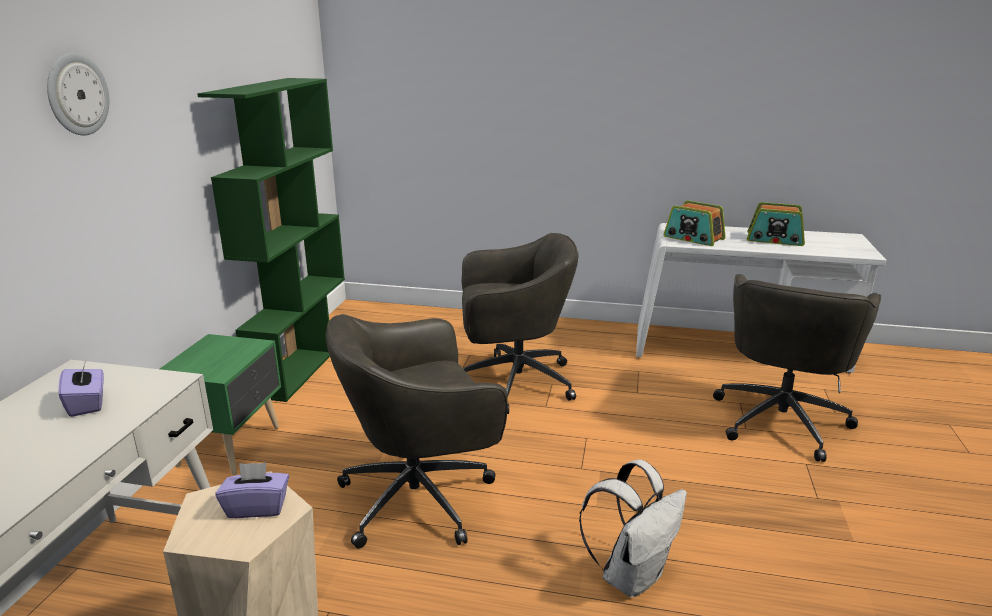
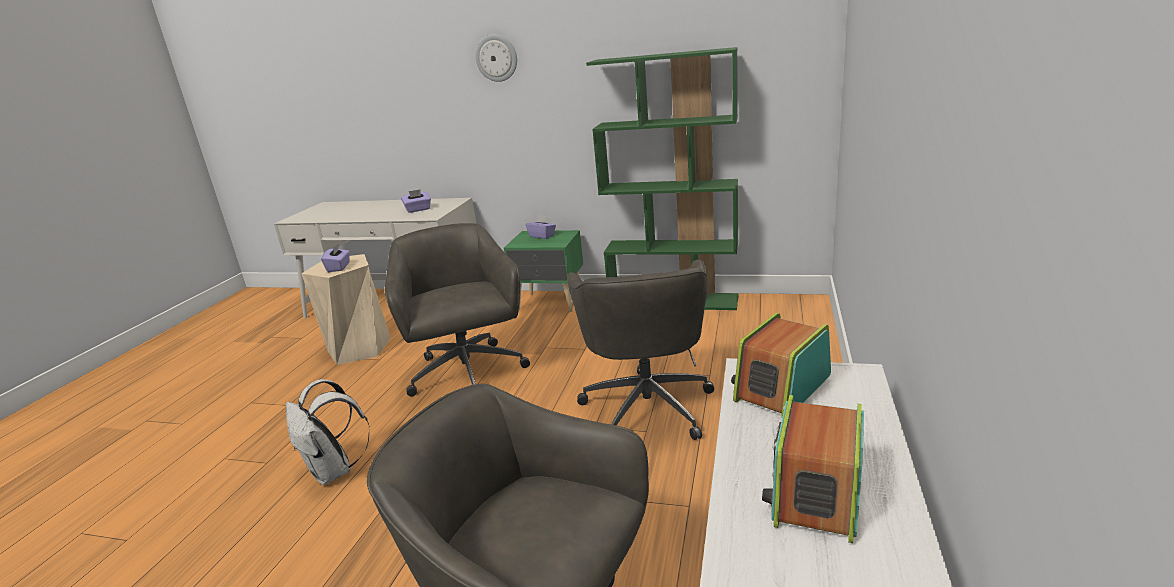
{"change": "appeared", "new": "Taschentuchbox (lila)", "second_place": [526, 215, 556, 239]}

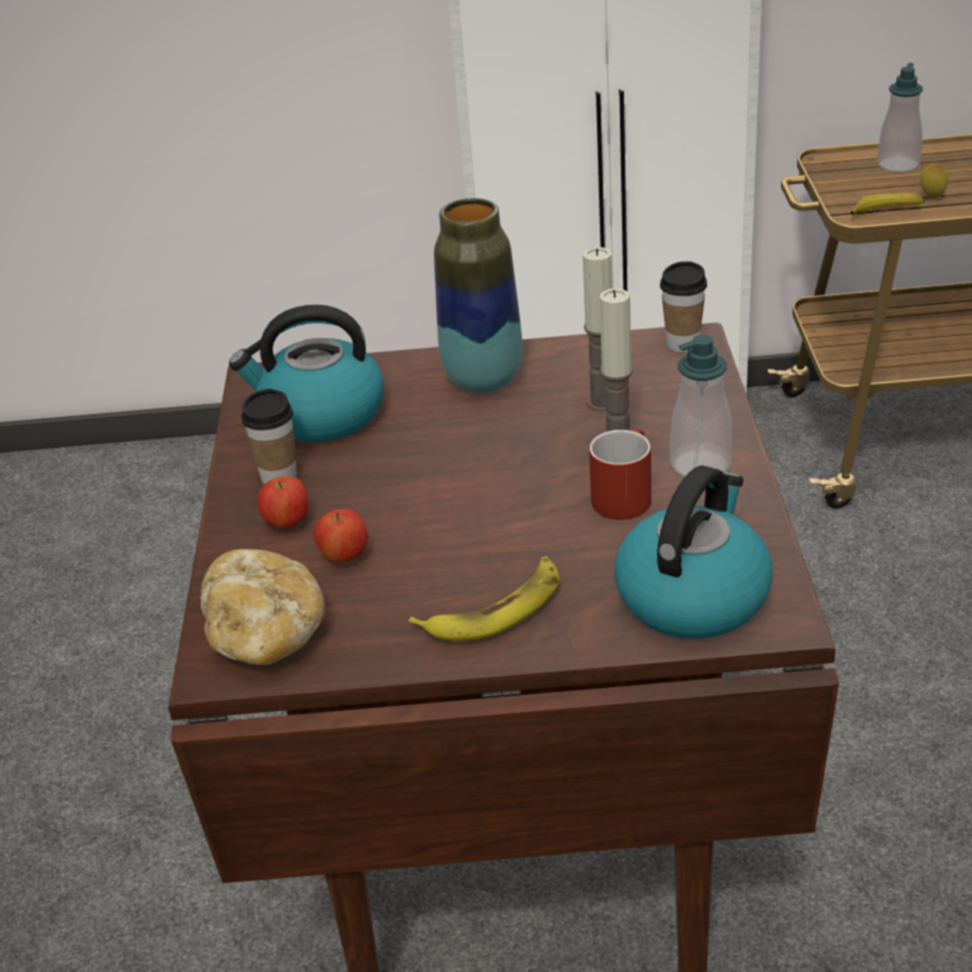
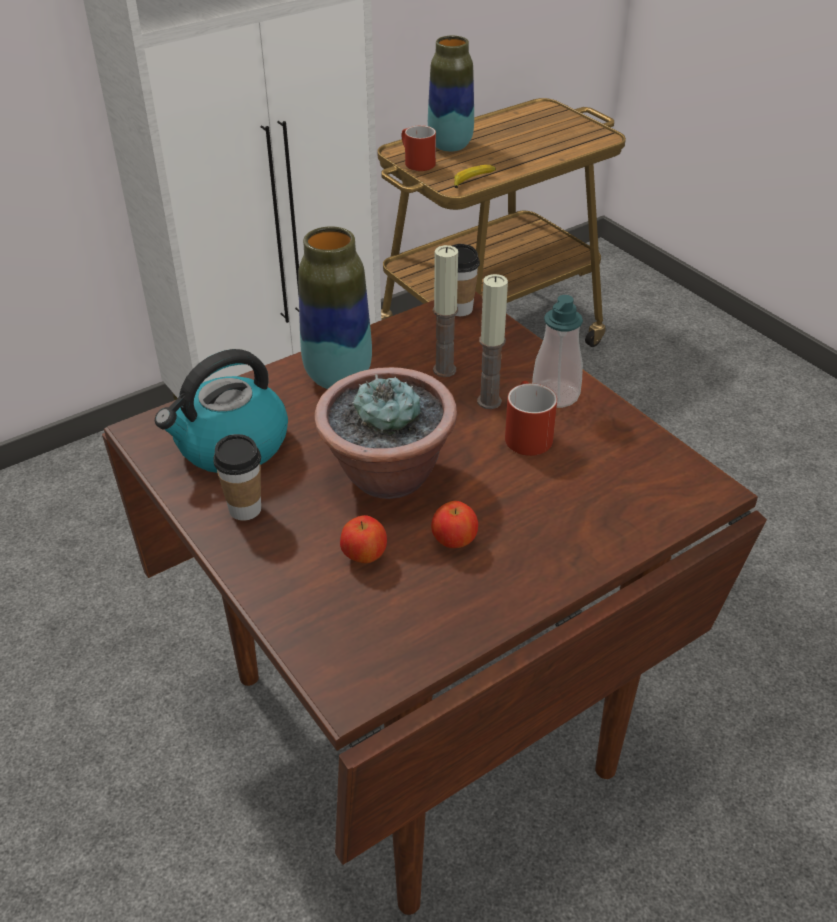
{"change": "missing", "old": "Brot", "first_place": [201, 549, 325, 665]}
{"change": "missing", "old": "Banane", "first_place": [409, 556, 560, 641]}
{"change": "missing", "old": "Wasserkessel", "first_place": [614, 466, 773, 639]}
{"change": "missing", "old": "Zitrone", "first_place": [920, 164, 949, 198]}
{"change": "appeared", "new": "Topfpflanze", "second_place": [314, 367, 457, 499]}
{"change": "appeared", "new": "Henkelbecher (rot)", "second_place": [402, 125, 436, 171]}
{"change": "relocated", "old": "Apfel", "first_place": [258, 476, 309, 529], "second_place": [431, 501, 478, 548]}
{"change": "exchanged", "old": "Seifenspender", "new": "Vase", "first_place": [877, 63, 923, 172], "second_place": [428, 36, 474, 152]}

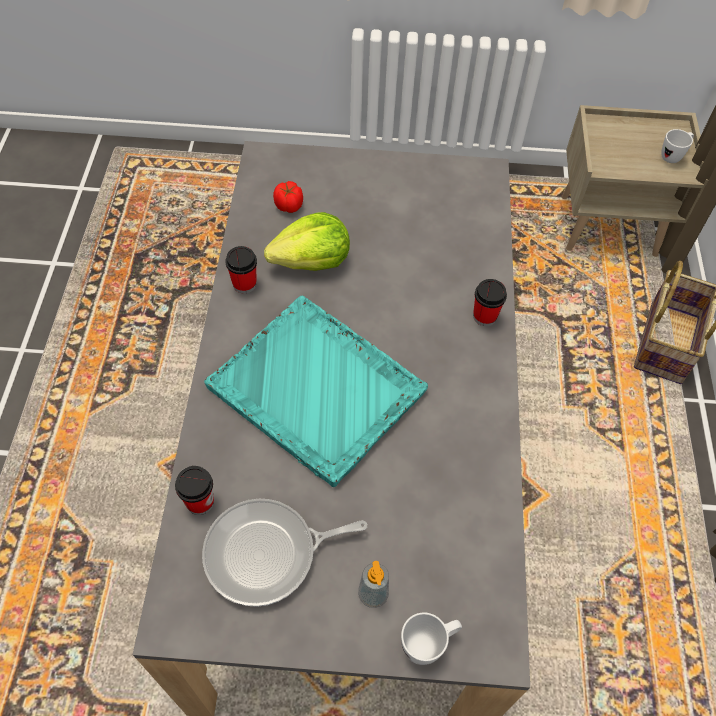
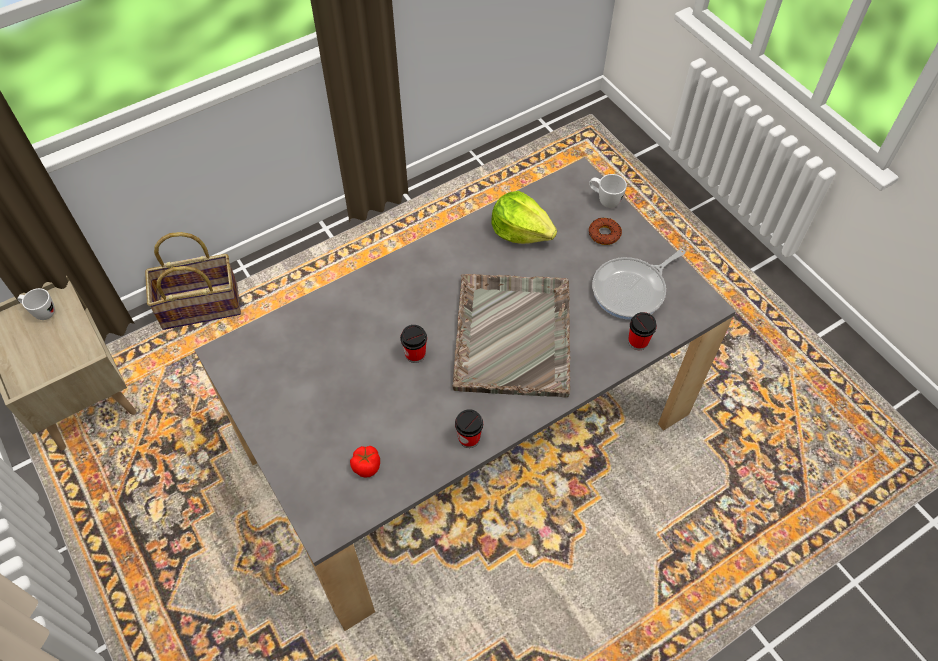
{"change": "relocated", "old": "Salatkopf", "first_place": [264, 212, 350, 271], "second_place": [492, 191, 557, 244]}
{"change": "relocated", "old": "Tasse", "first_place": [473, 279, 507, 326], "second_place": [400, 325, 427, 363]}
{"change": "exchanged", "old": "Seifenspender", "new": "Donut", "first_place": [358, 561, 389, 608], "second_place": [589, 217, 622, 245]}
{"change": "colour", "old": "Tablett (türkis)", "new": "Tablett (grau)", "first_place": [204, 296, 428, 487], "second_place": [452, 274, 570, 397]}
{"change": "spun", "old": "Pfanne", "first_place": [202, 499, 367, 607], "second_place": [592, 249, 686, 320], "degrees": 105}

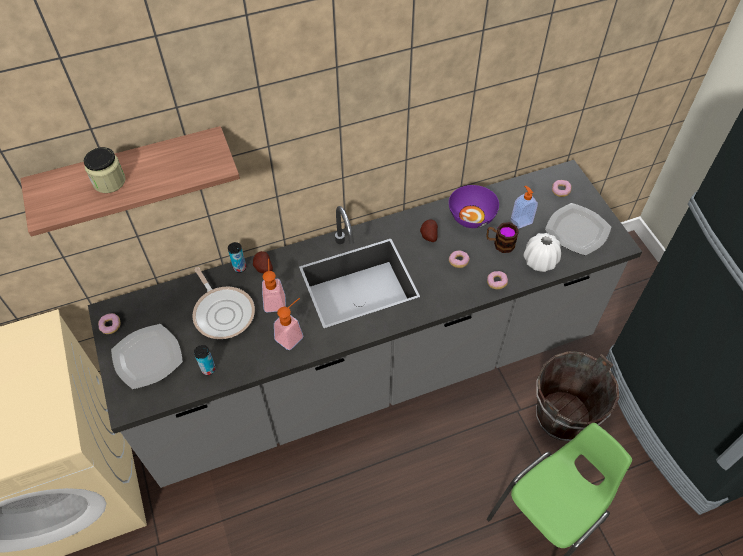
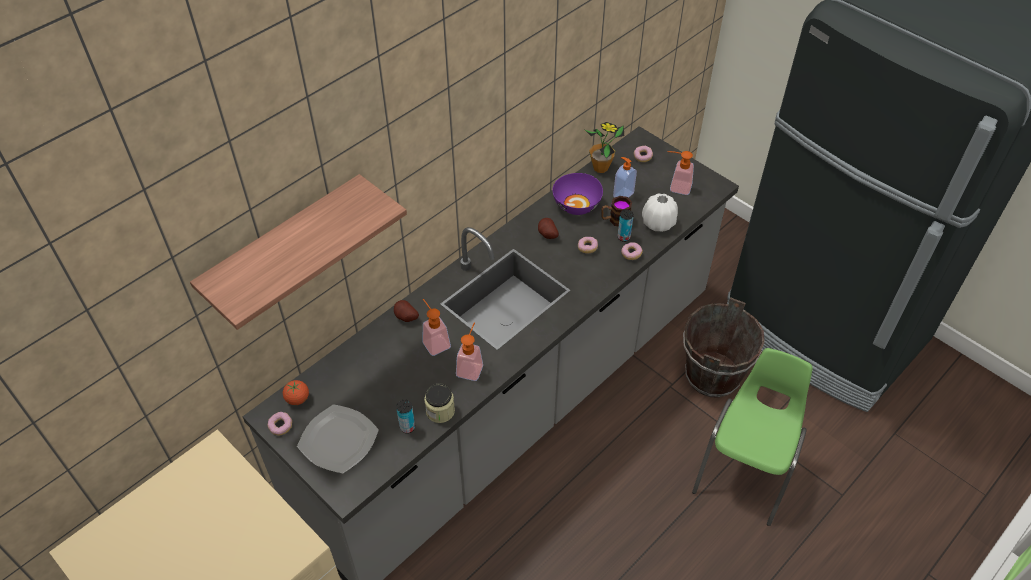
{"change": "missing", "old": "Pfanne", "first_place": [192, 267, 255, 339]}
{"change": "appeared", "new": "Tomate", "second_place": [283, 380, 309, 405]}
{"change": "appeared", "new": "Topfpflanze", "second_place": [585, 122, 624, 173]}
{"change": "relocated", "old": "Vorratsglas", "first_place": [84, 147, 126, 193], "second_place": [424, 383, 455, 423]}
{"change": "relocated", "old": "Dose", "first_place": [228, 242, 246, 273], "second_place": [617, 209, 634, 242]}
{"change": "exchanged", "old": "Teller", "new": "Seifenspender", "first_place": [545, 203, 611, 256], "second_place": [667, 151, 694, 195]}

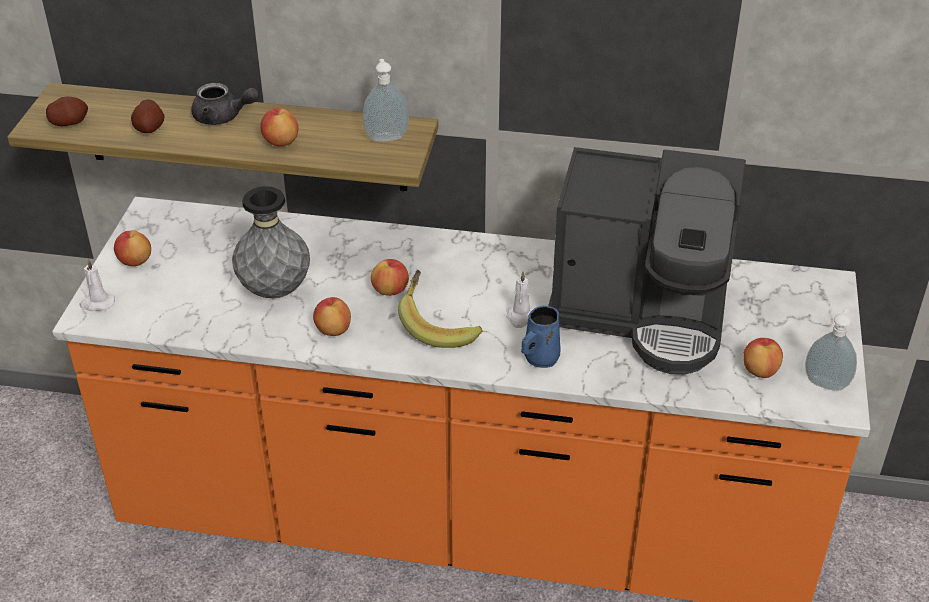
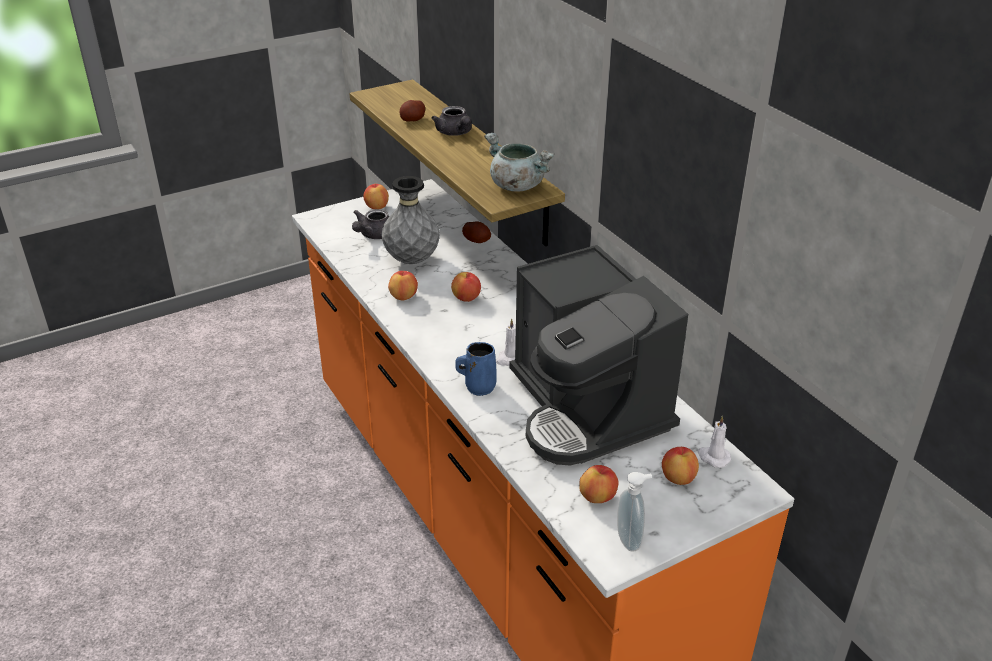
{"change": "missing", "old": "Banane", "first_place": [398, 270, 482, 348]}
{"change": "appeared", "new": "Teekanne (grau)", "second_place": [352, 209, 389, 239]}
{"change": "relocated", "old": "Kartoffel", "first_place": [46, 97, 88, 126], "second_place": [462, 221, 491, 243]}
{"change": "relocated", "old": "Kerze (weiß)", "first_place": [79, 259, 115, 311], "second_place": [698, 416, 731, 468]}
{"change": "relocated", "old": "Apfel", "first_place": [260, 108, 299, 146], "second_place": [662, 447, 699, 485]}
{"change": "exchanged", "old": "Seifenspender", "new": "Kochtopf (grau)", "first_place": [363, 59, 409, 142], "second_place": [484, 133, 554, 192]}

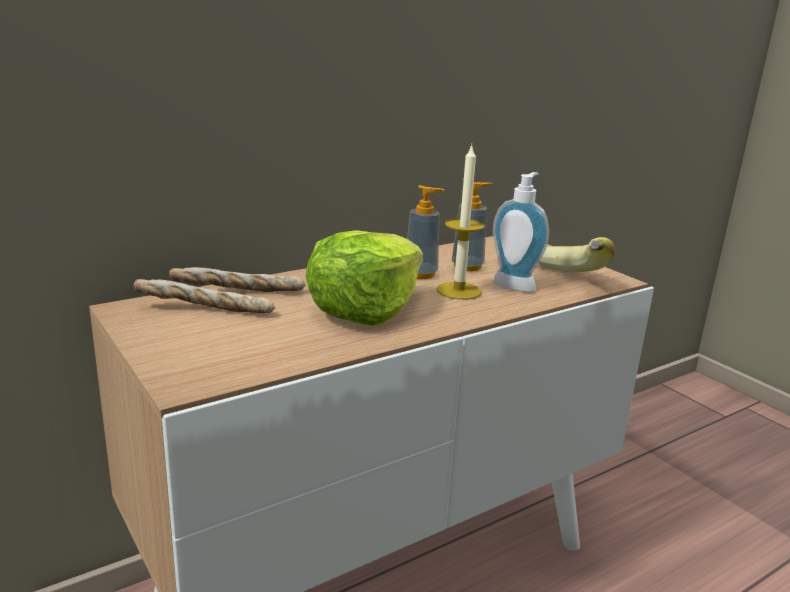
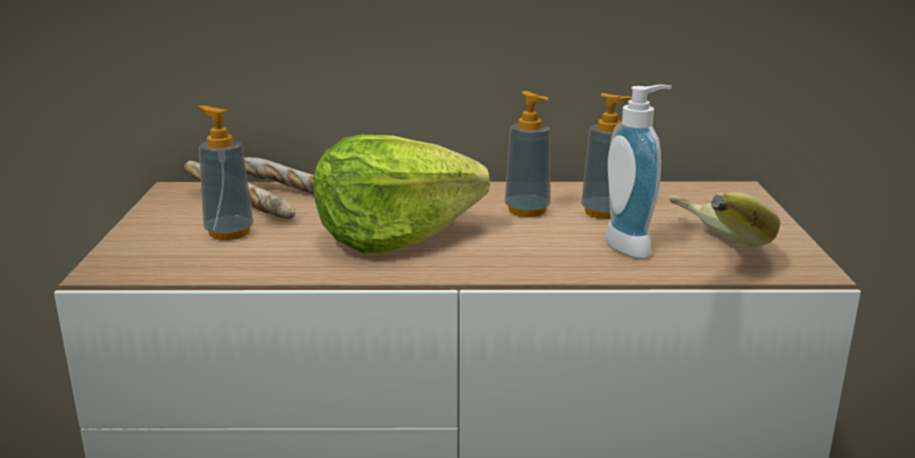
{"change": "missing", "old": "Kerze", "first_place": [436, 145, 485, 300]}
{"change": "appeared", "new": "Seifenspender", "second_place": [197, 106, 254, 240]}

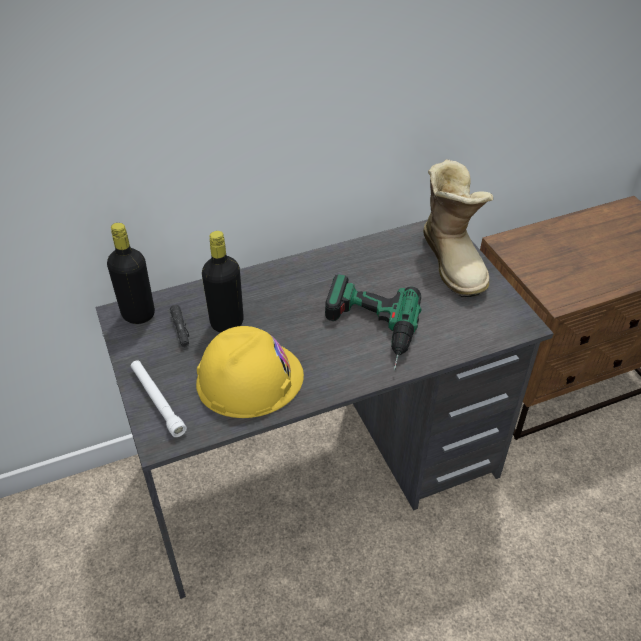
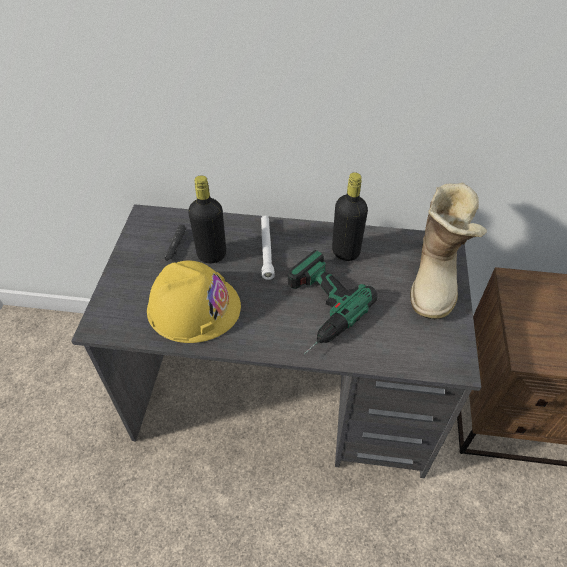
{"change": "relocated", "old": "Flasche (schwarz)", "first_place": [107, 223, 155, 324], "second_place": [332, 172, 368, 261]}
{"change": "relocated", "old": "Taschenlampe (weiß)", "first_place": [131, 360, 187, 437], "second_place": [261, 216, 275, 280]}

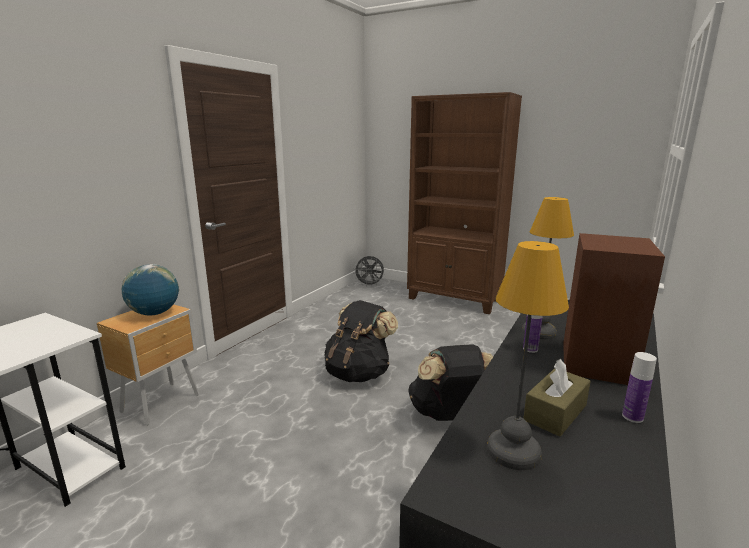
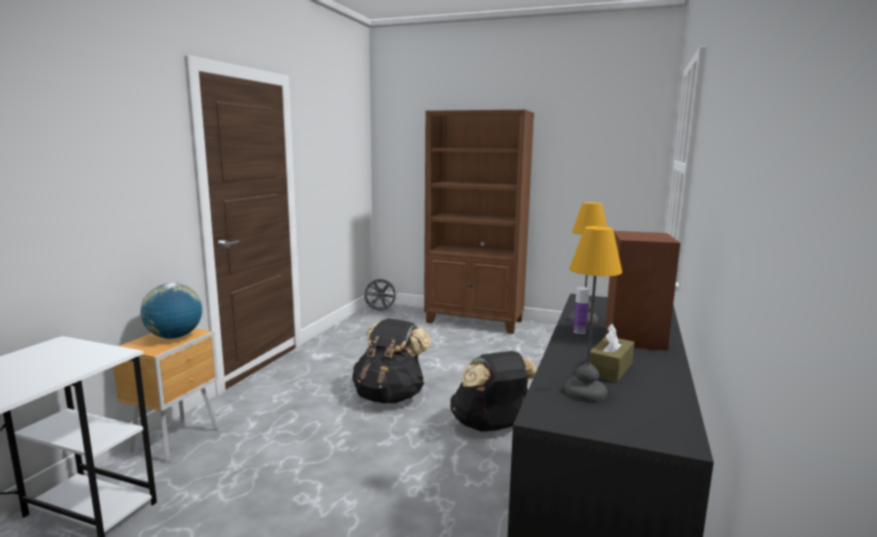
{"change": "missing", "old": "Flasche", "first_place": [622, 352, 657, 423]}

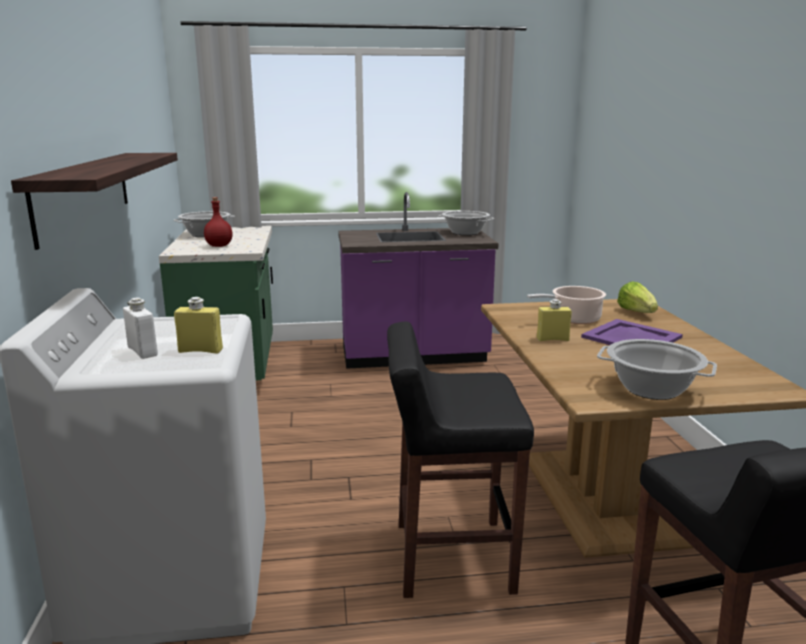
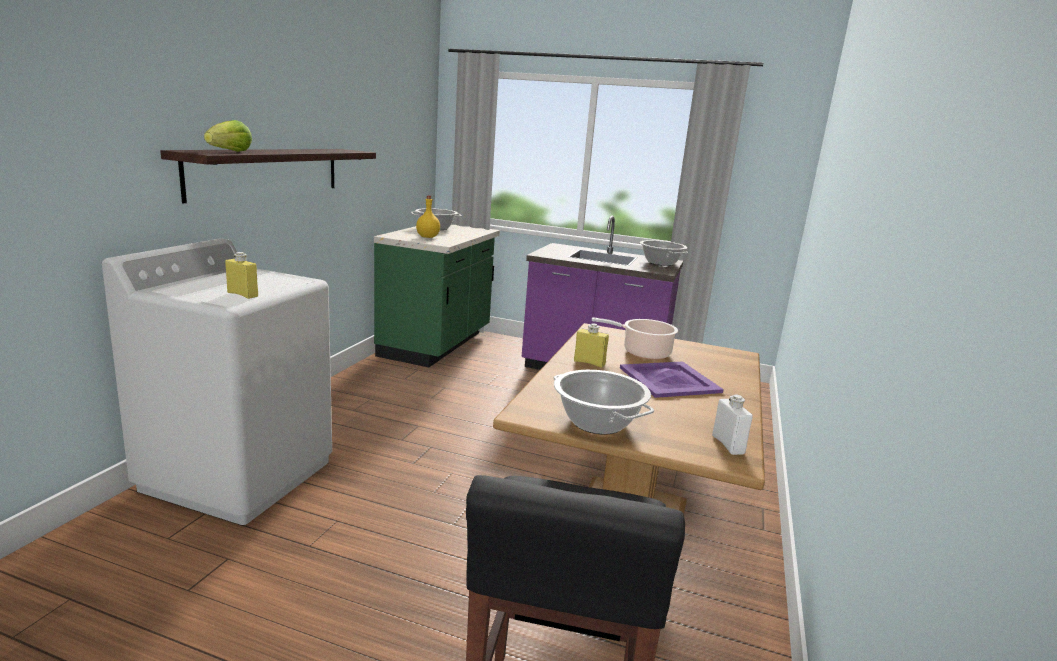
{"change": "missing", "old": "Hocker (schwarz)", "first_place": [387, 322, 534, 598]}
{"change": "relocated", "old": "Flasche (weiß)", "first_place": [123, 298, 158, 359], "second_place": [712, 395, 753, 455]}
{"change": "relocated", "old": "Salatkopf", "first_place": [617, 282, 658, 313], "second_place": [204, 120, 252, 152]}
{"change": "colour", "old": "Flasche (rot)", "new": "Flasche (gelb)", "first_place": [204, 197, 233, 247], "second_place": [416, 196, 440, 238]}

